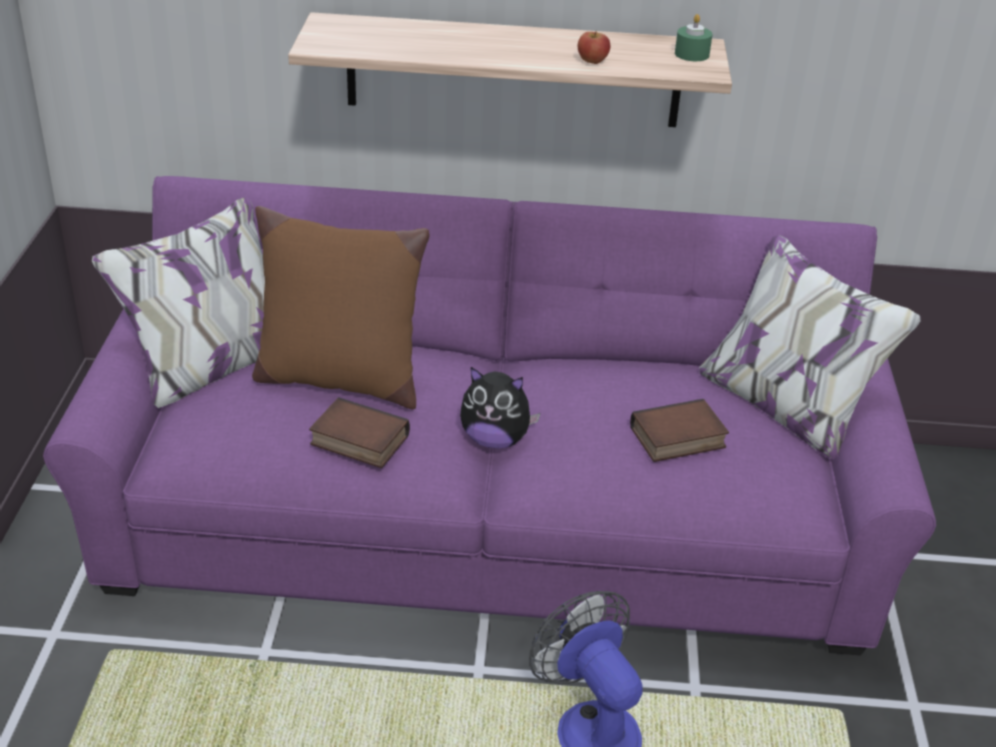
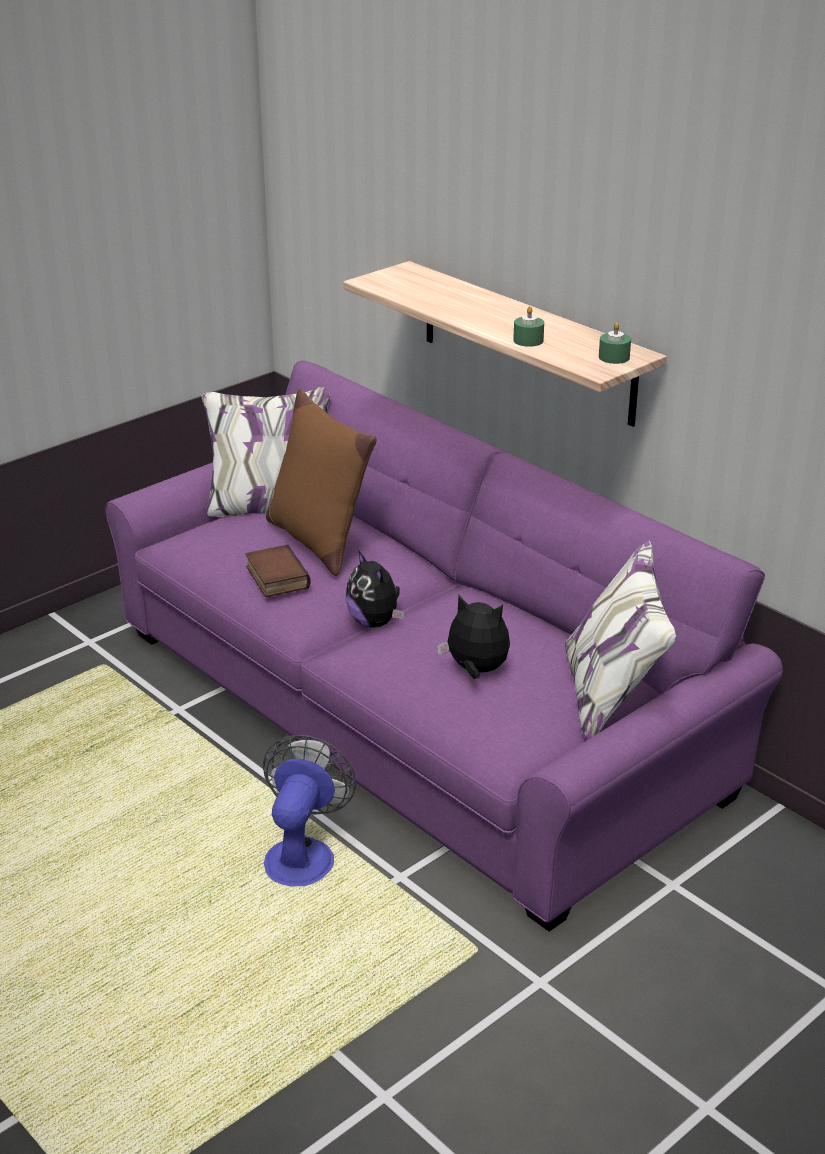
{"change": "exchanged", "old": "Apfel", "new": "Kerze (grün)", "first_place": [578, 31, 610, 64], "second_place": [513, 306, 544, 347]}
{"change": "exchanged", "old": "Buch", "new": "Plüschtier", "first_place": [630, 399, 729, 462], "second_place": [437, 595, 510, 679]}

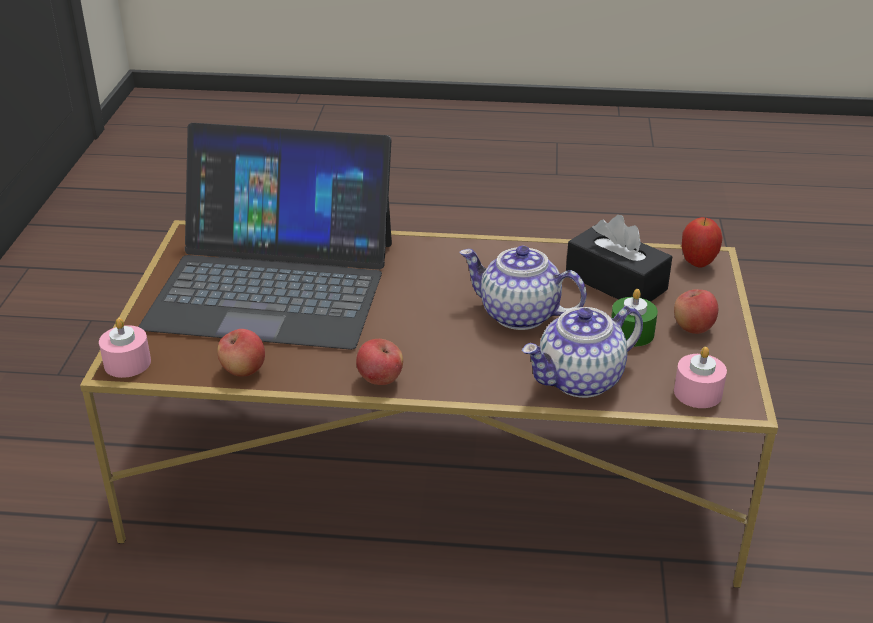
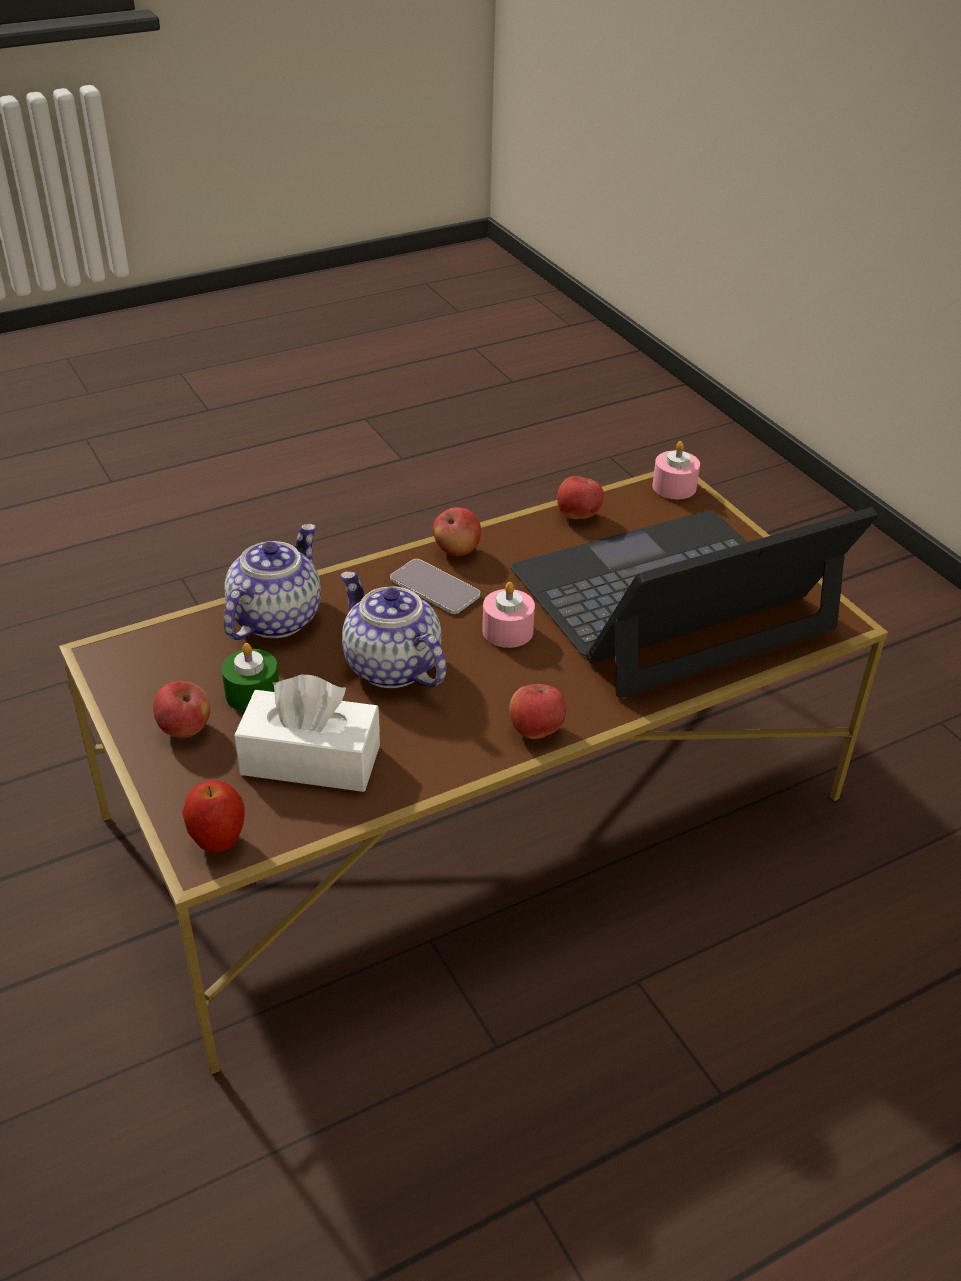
{"change": "appeared", "new": "Handy", "second_place": [390, 559, 480, 614]}
{"change": "appeared", "new": "Apfel", "second_place": [509, 684, 566, 739]}
{"change": "relocated", "old": "Kerze (rosa)", "first_place": [674, 347, 727, 408], "second_place": [482, 582, 535, 648]}
{"change": "colour", "old": "Taschentuchbox (schwarz)", "new": "Taschentuchbox (weiß)", "first_place": [566, 215, 672, 302], "second_place": [234, 675, 380, 792]}
{"change": "spun", "old": "Teekanne", "first_place": [459, 246, 587, 330], "second_place": [341, 571, 446, 688], "degrees": -120}

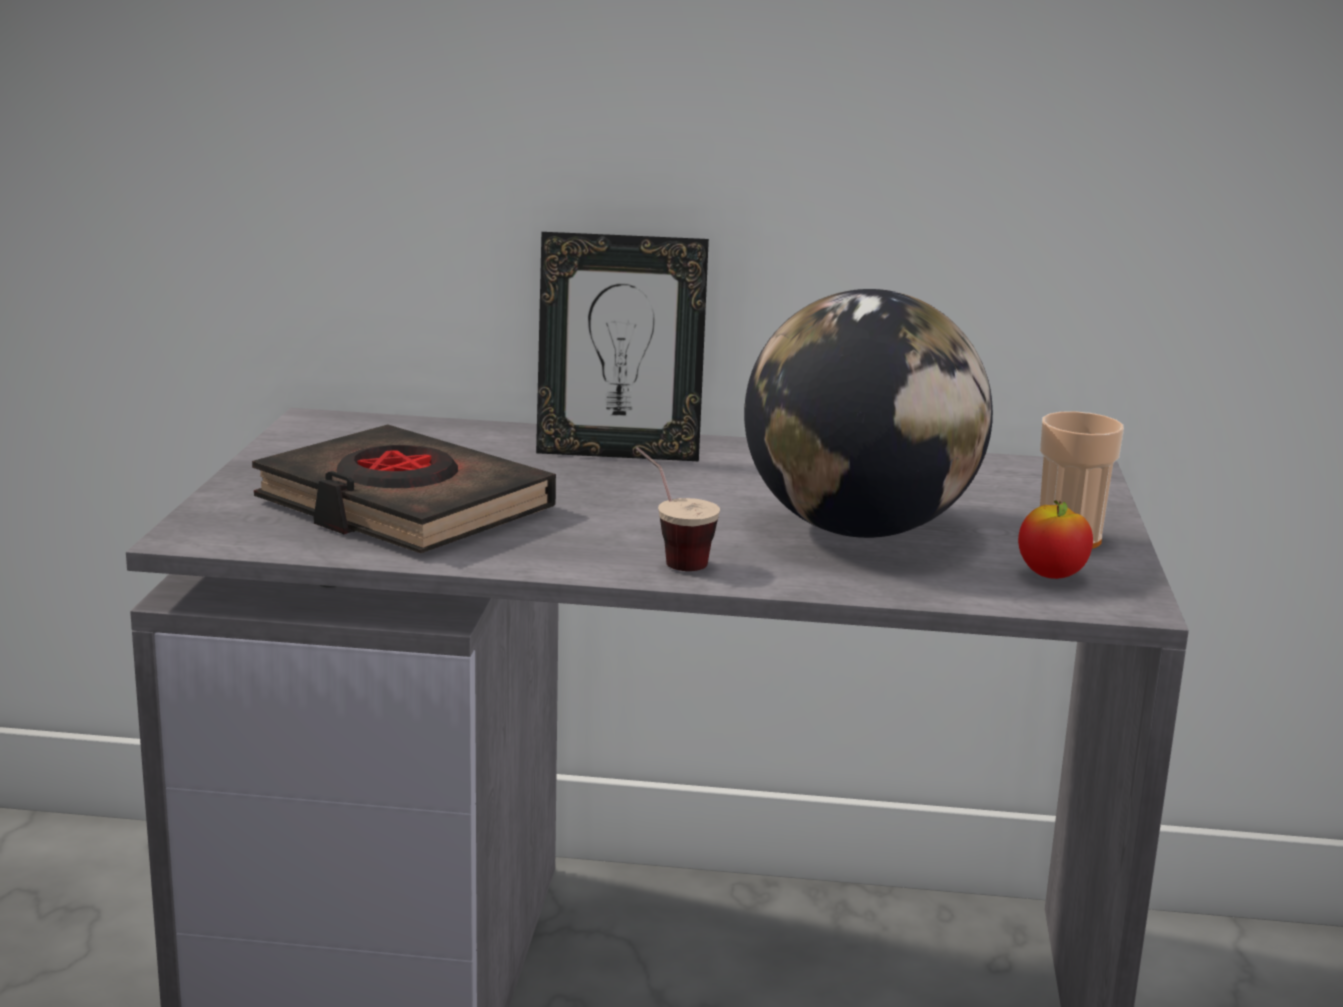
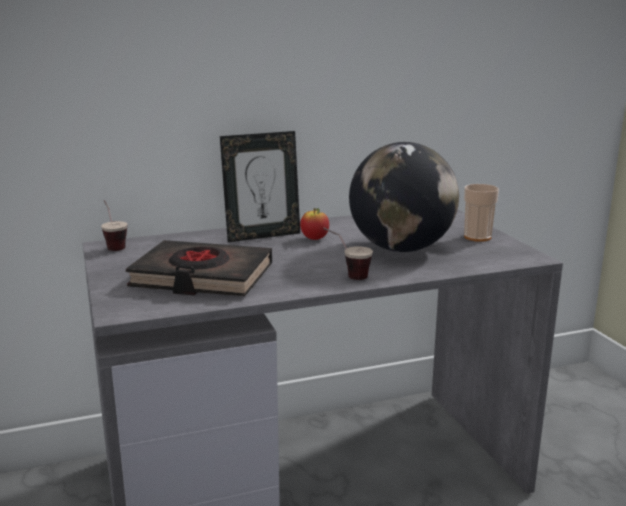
{"change": "appeared", "new": "Tasse", "second_place": [101, 200, 127, 251]}
{"change": "relocated", "old": "Apfel", "first_place": [1018, 500, 1093, 579], "second_place": [300, 208, 329, 240]}

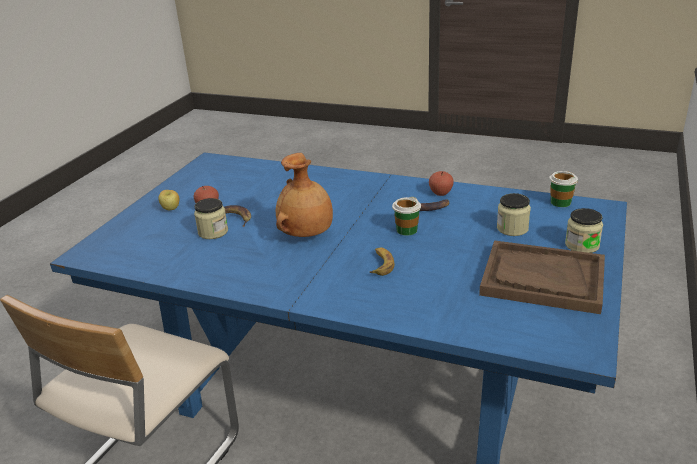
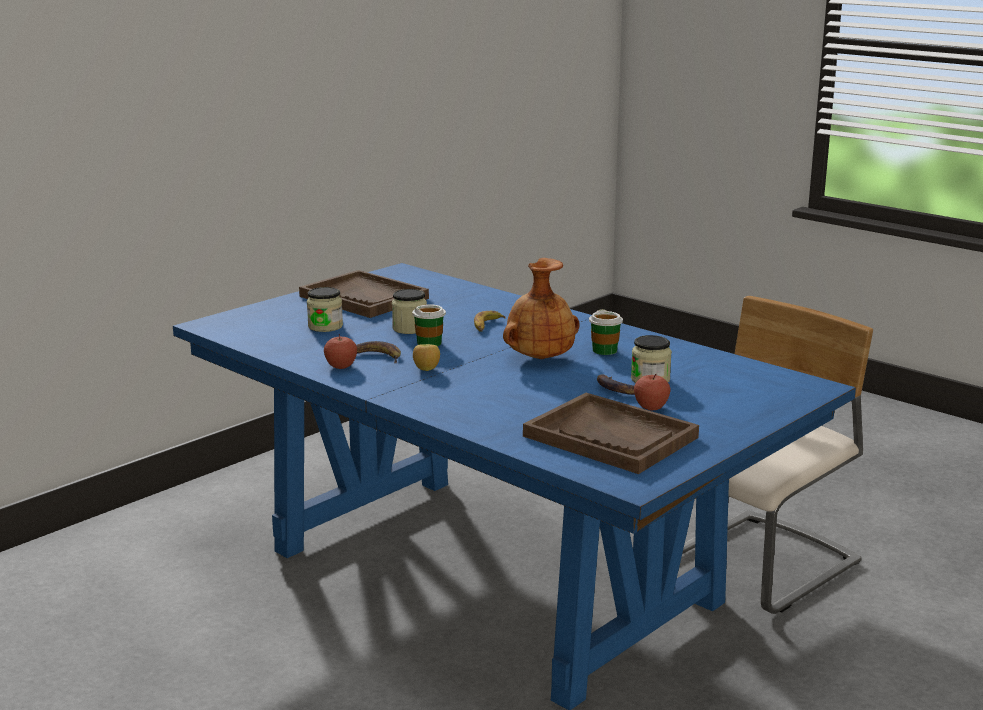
{"change": "appeared", "new": "Tablett (braun)", "second_place": [523, 393, 699, 474]}
{"change": "relocated", "old": "Apfel", "first_place": [158, 190, 179, 210], "second_place": [413, 344, 440, 371]}
{"change": "relocated", "old": "Tasse", "first_place": [549, 171, 578, 207], "second_place": [589, 309, 623, 355]}
{"change": "relocated", "old": "Vorratsglas", "first_place": [565, 208, 603, 253], "second_place": [392, 289, 427, 334]}

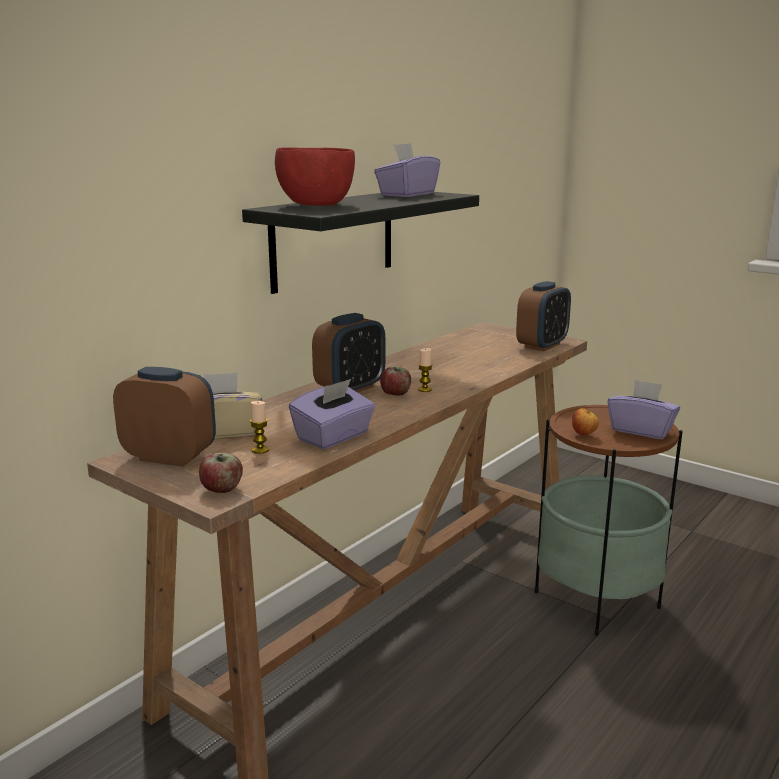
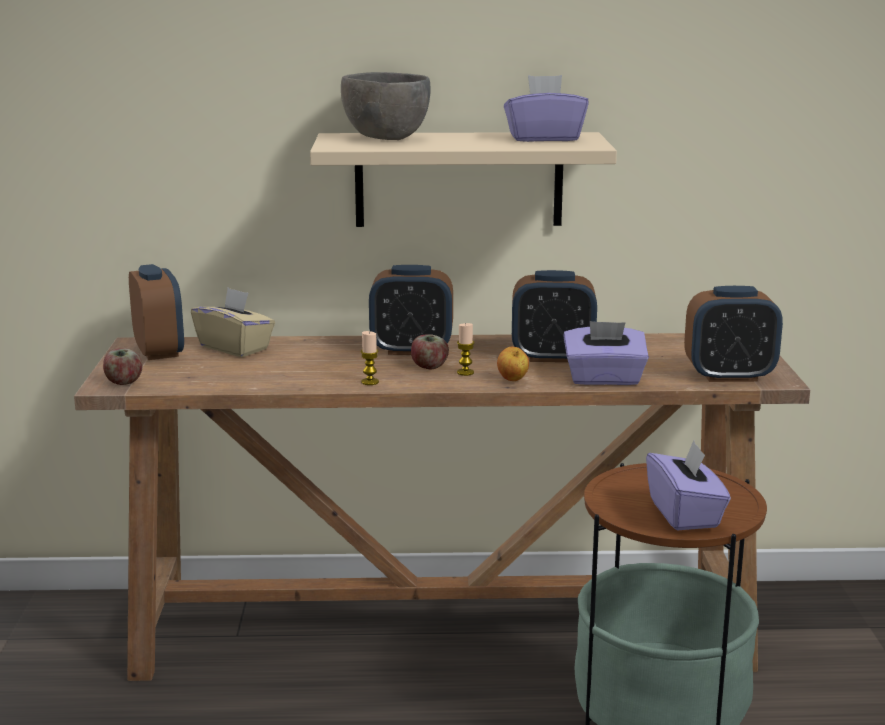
{"change": "appeared", "new": "Wecker", "second_place": [512, 270, 597, 363]}
{"change": "relocated", "old": "Kerze", "first_place": [250, 401, 269, 454], "second_place": [361, 331, 379, 385]}
{"change": "relocated", "old": "Taschentuchbox (lila)", "first_place": [289, 379, 375, 449], "second_place": [563, 321, 649, 385]}
{"change": "relocated", "old": "Apfel", "first_place": [572, 408, 599, 435], "second_place": [497, 347, 529, 381]}
{"change": "colour", "old": "Wandregal (schwarz)", "new": "Wandregal (beige)", "first_place": [242, 192, 479, 294], "second_place": [310, 132, 617, 227]}
{"change": "colour", "old": "Schüssel (rot)", "new": "Schüssel (grau)", "first_place": [275, 147, 355, 206], "second_place": [341, 72, 430, 140]}

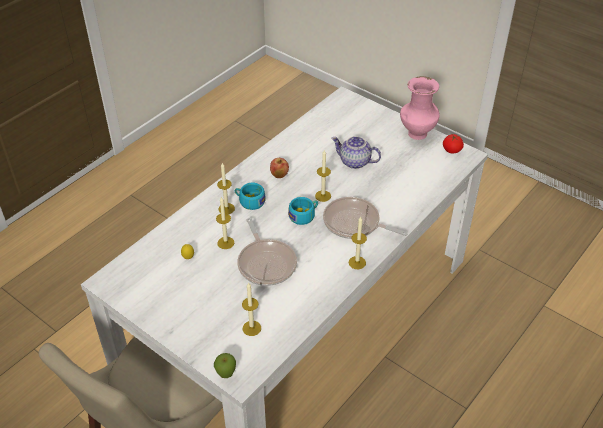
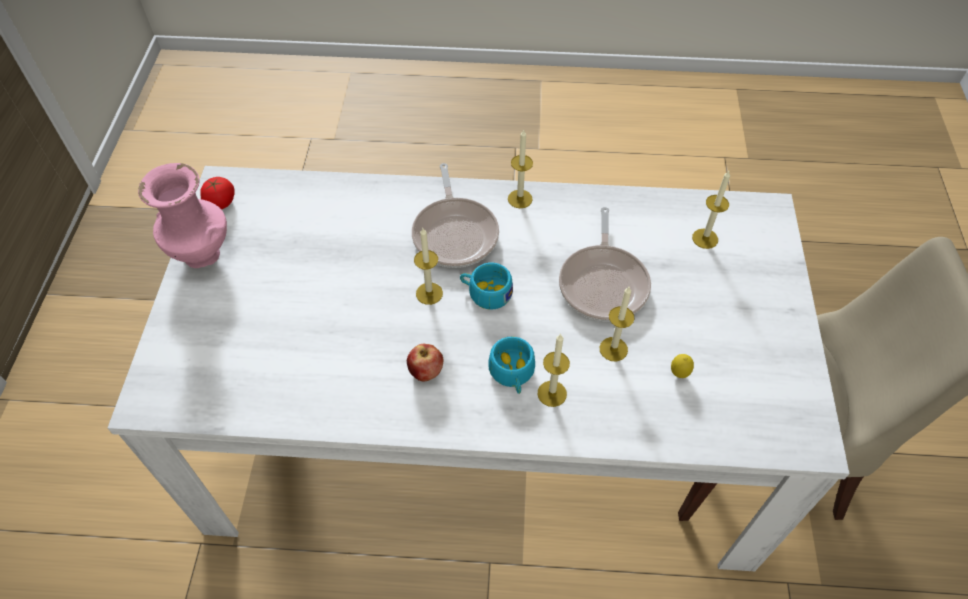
{"change": "missing", "old": "Apfel", "first_place": [214, 353, 236, 378]}
{"change": "missing", "old": "Teekanne", "first_place": [331, 136, 381, 169]}
{"change": "spun", "old": "Pfanne", "first_place": [238, 218, 297, 286], "second_place": [559, 207, 651, 321], "degrees": 150}

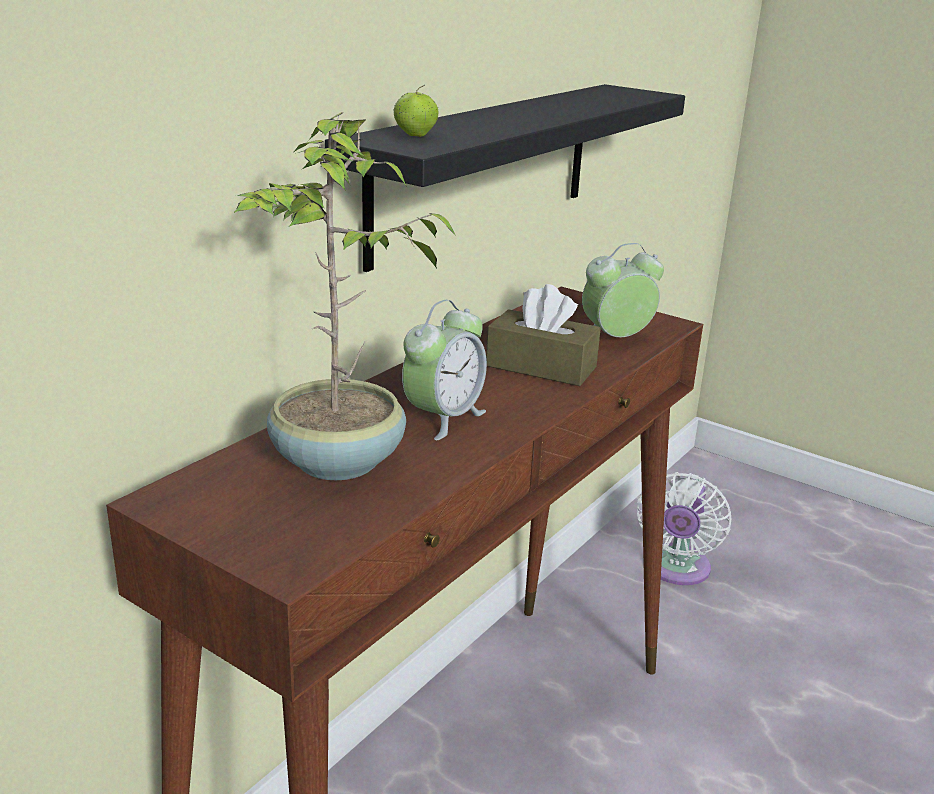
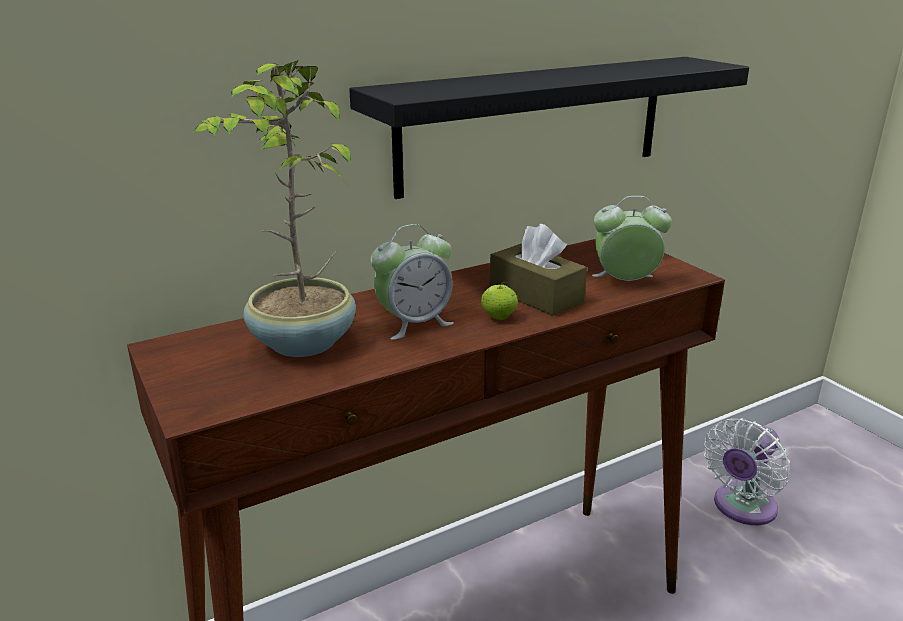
{"change": "relocated", "old": "Apfel", "first_place": [394, 85, 438, 137], "second_place": [481, 282, 518, 320]}

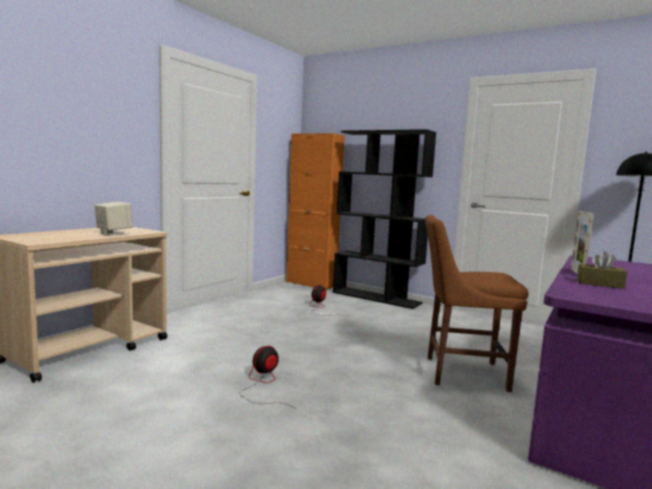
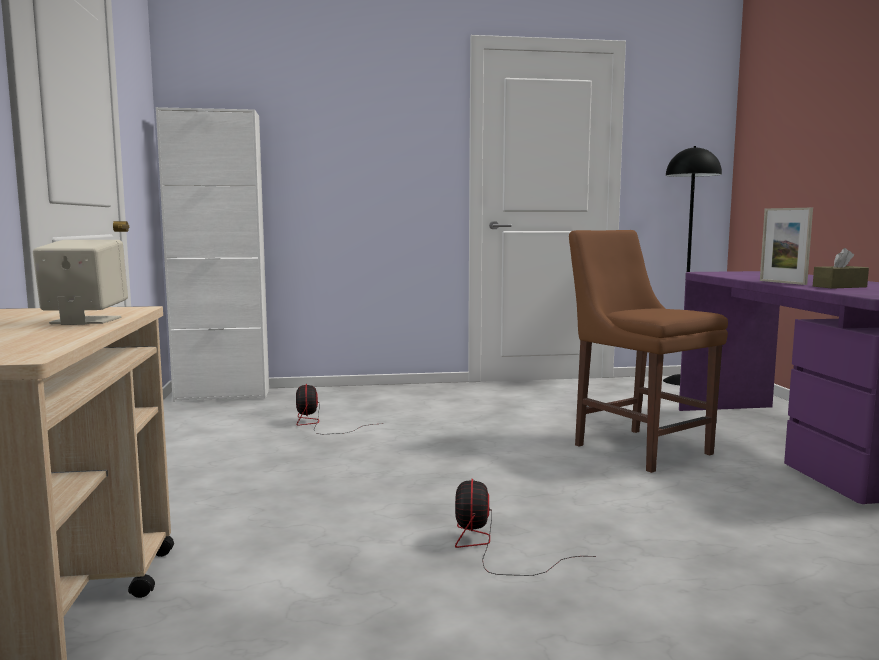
{"change": "missing", "old": "Bücherregal (schwarz)", "first_place": [333, 129, 436, 309]}
{"change": "colour", "old": "Schrank (orange)", "new": "Schrank (weiß)", "first_place": [286, 133, 344, 290], "second_place": [156, 107, 269, 402]}
{"change": "spun", "old": "Stuhl (braun)", "first_place": [425, 215, 529, 392], "second_place": [569, 230, 728, 473], "degrees": 90}

